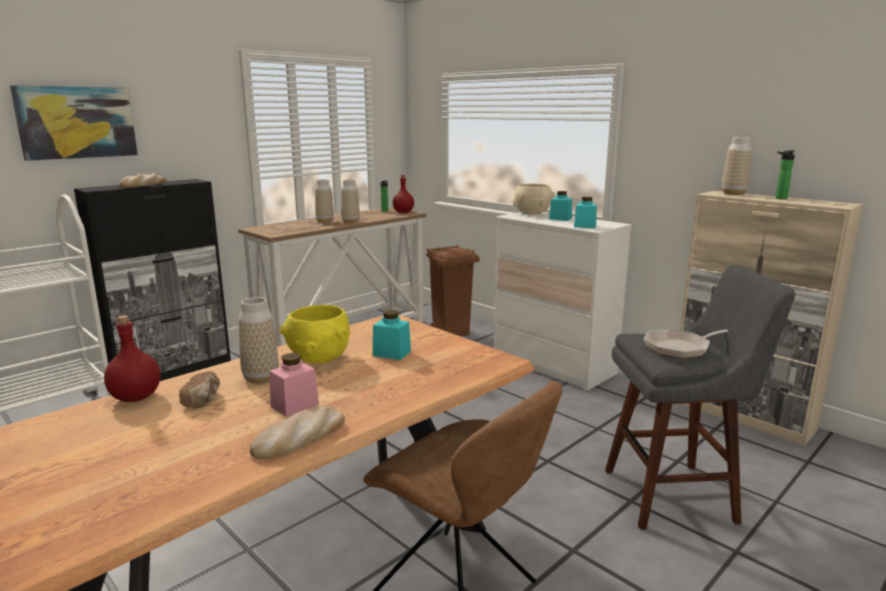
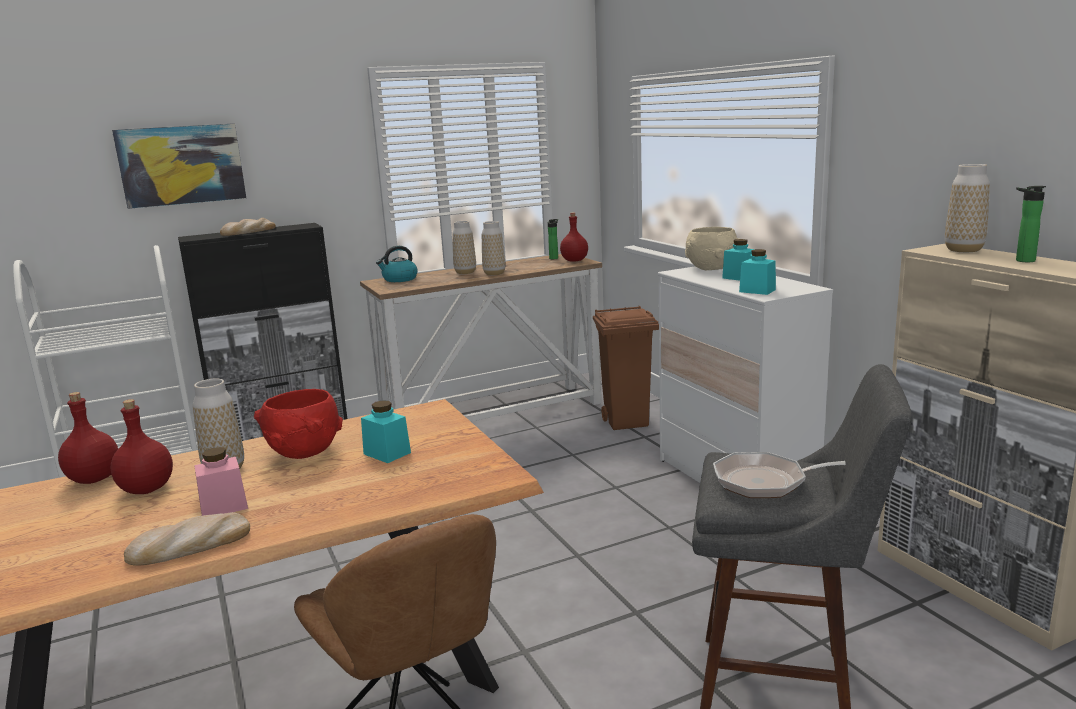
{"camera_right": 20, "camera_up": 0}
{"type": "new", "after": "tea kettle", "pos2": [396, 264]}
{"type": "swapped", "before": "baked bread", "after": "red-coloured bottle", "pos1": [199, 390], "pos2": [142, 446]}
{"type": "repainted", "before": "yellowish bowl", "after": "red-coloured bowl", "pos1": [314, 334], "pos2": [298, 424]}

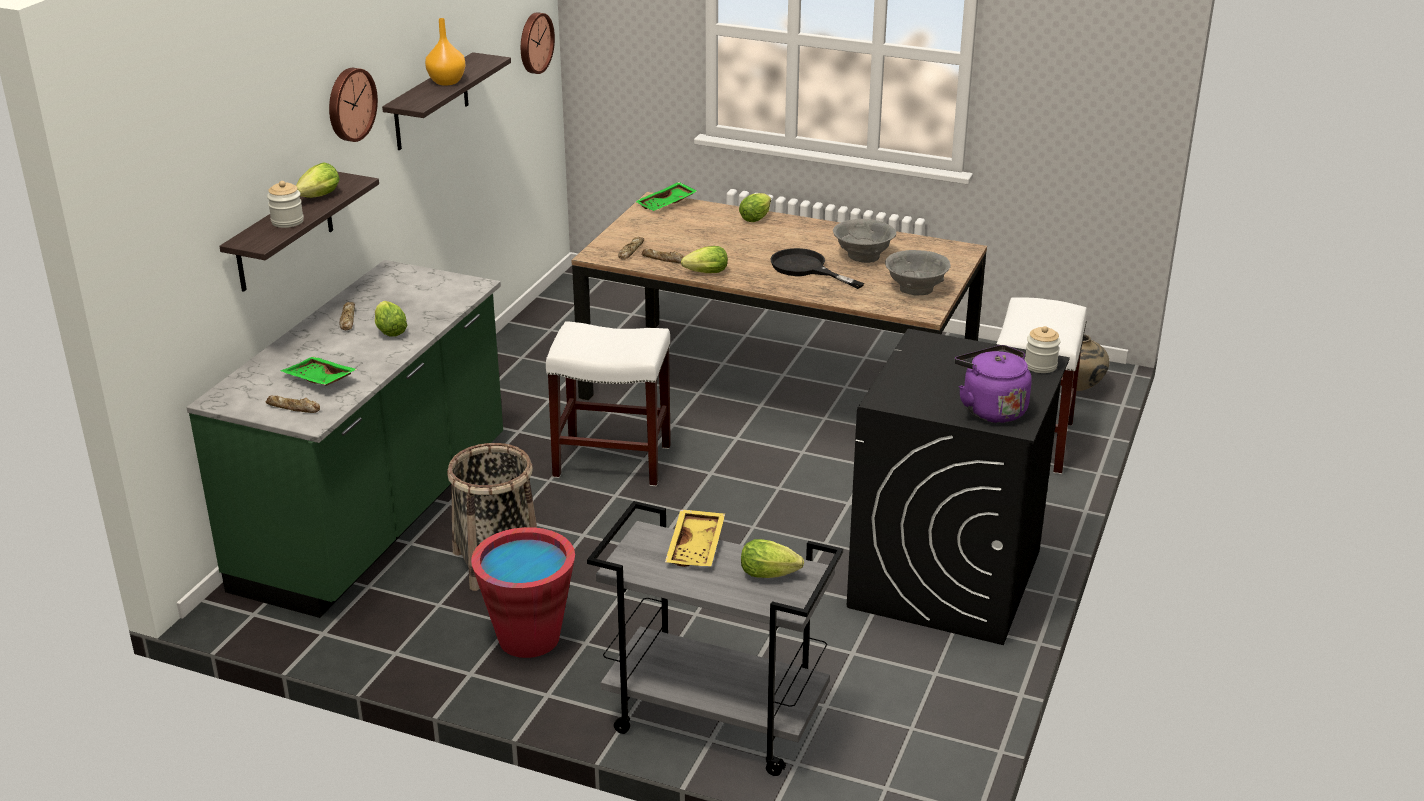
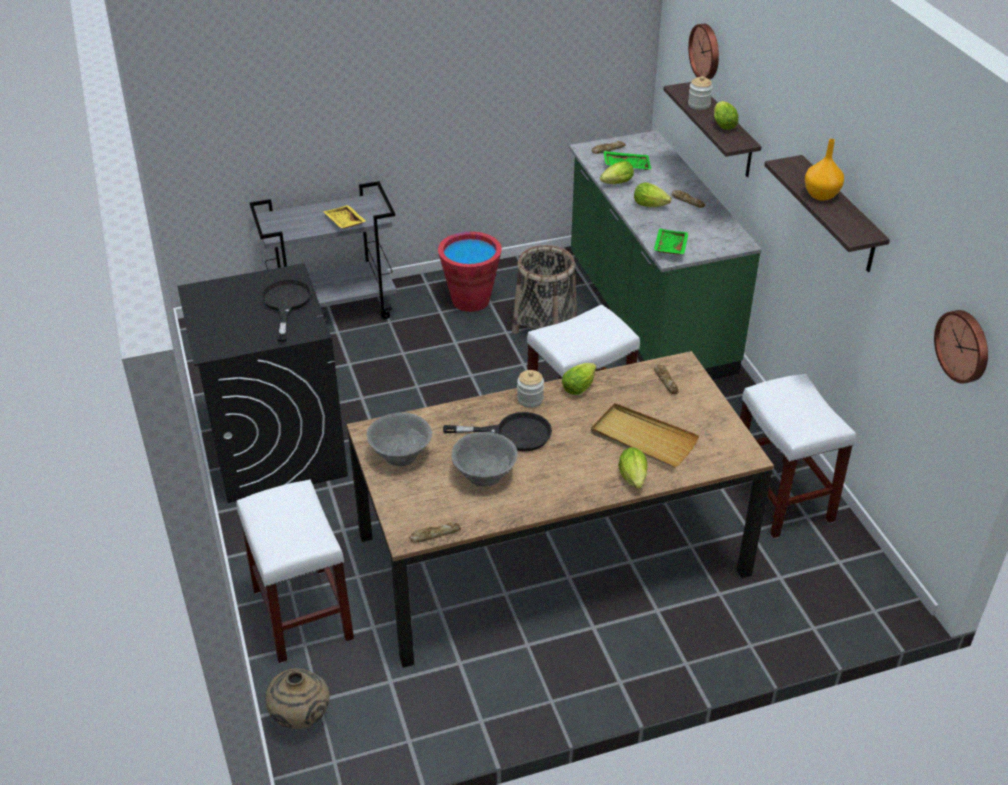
{"camera_right": 140, "camera_up": 10}
{"type": "gone", "before": "purple-coloured tea kettle", "pos1": [993, 384]}
{"type": "new", "after": "blackish frying pan", "pos2": [286, 310]}
{"type": "new", "after": "beige-coloured serving tray", "pos2": [645, 435]}
{"type": "new", "after": "whitish stool", "pos2": [798, 456]}
{"type": "shifted", "before": "wall clock", "pos1": [353, 105], "pos2": [703, 51]}
{"type": "shifted", "before": "greenish serving tray", "pos1": [666, 196], "pos2": [671, 241]}
{"type": "shifted", "before": "baked bread", "pos1": [663, 256], "pos2": [435, 533]}
{"type": "shifted", "before": "lettuce", "pos1": [772, 558], "pos2": [617, 172]}
{"type": "shifted", "before": "storage jar", "pos1": [1042, 349], "pos2": [530, 389]}

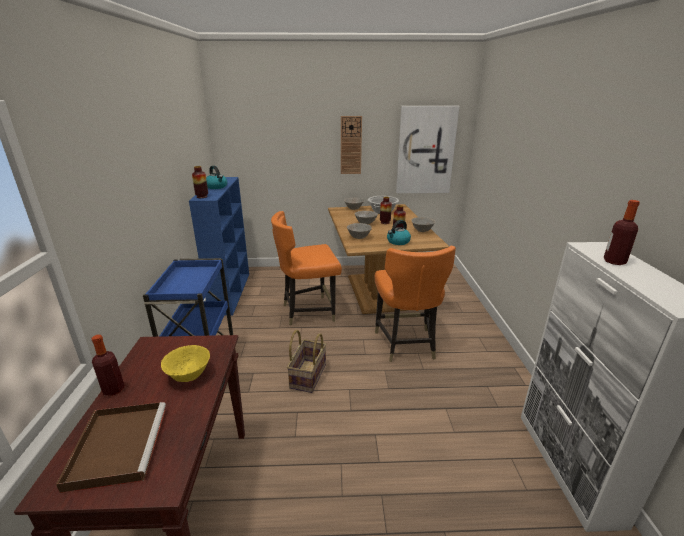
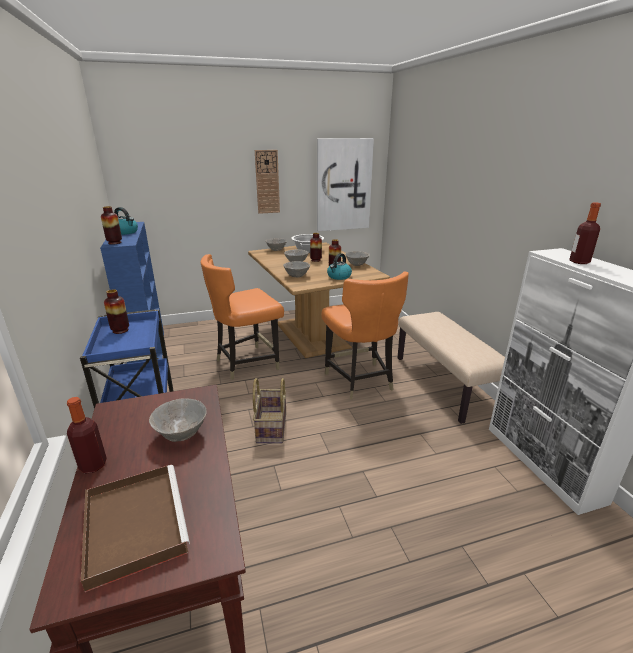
{"camera_right": -15, "camera_up": 0}
{"type": "new", "after": "decorative vase", "pos2": [116, 311]}
{"type": "new", "after": "beige-coloured bench", "pos2": [451, 368]}
{"type": "repainted", "before": "yellowish bowl", "after": "gray bowl", "pos1": [185, 363], "pos2": [178, 420]}

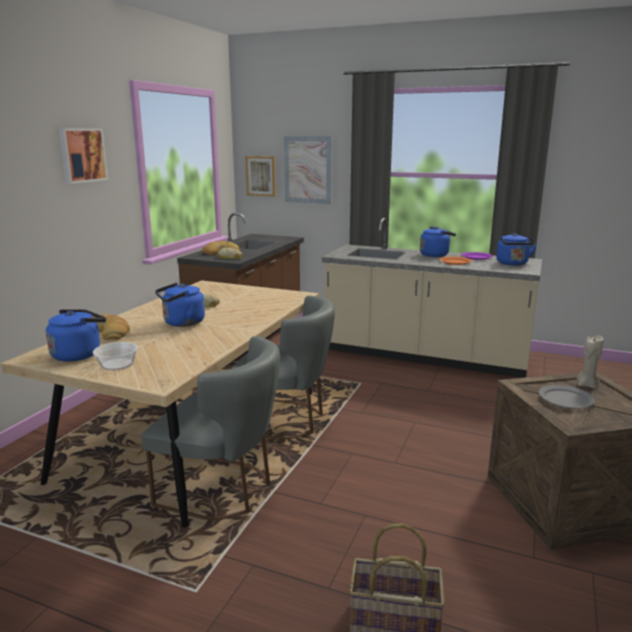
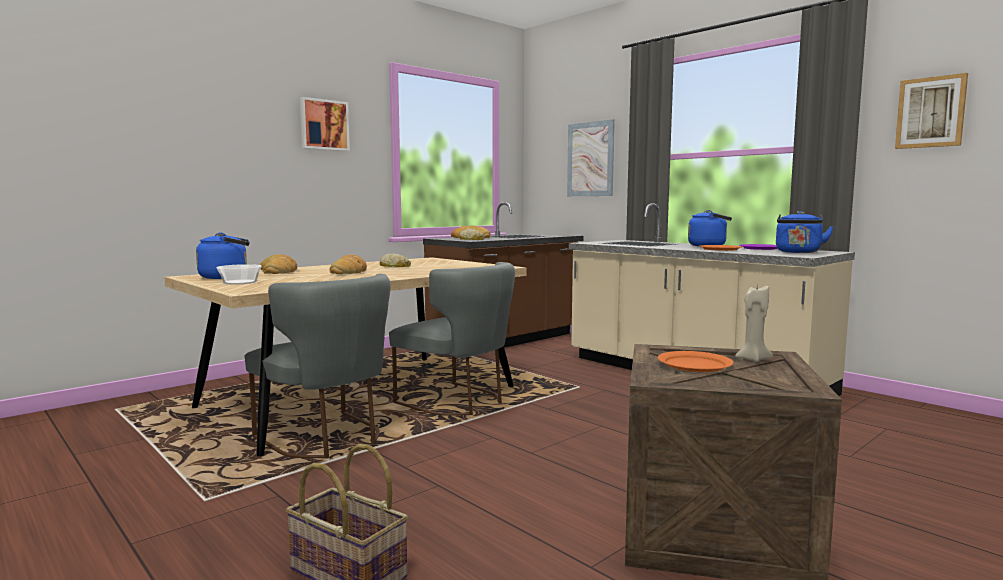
{"camera_right": 25, "camera_up": -10}
{"type": "shifted", "before": "picture", "pos1": [260, 176], "pos2": [931, 111]}
{"type": "swapped", "before": "blue-coloured tea kettle", "after": "baked bread", "pos1": [180, 305], "pos2": [348, 264]}
{"type": "repainted", "before": "gray flat dish", "after": "orange flat dish", "pos1": [567, 397], "pos2": [695, 361]}

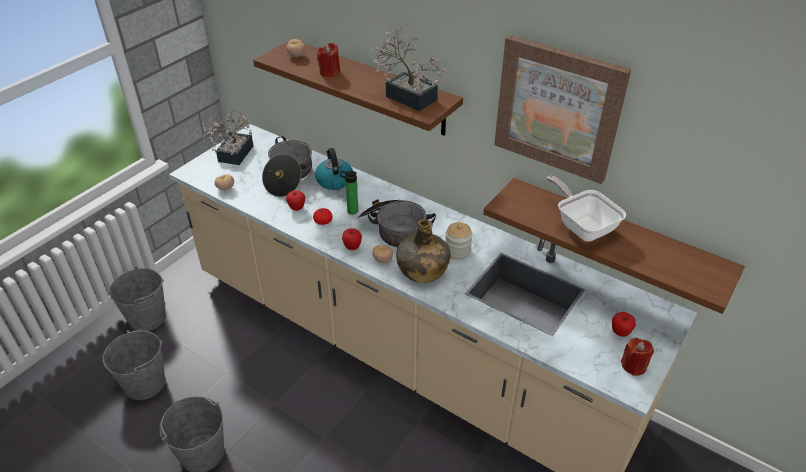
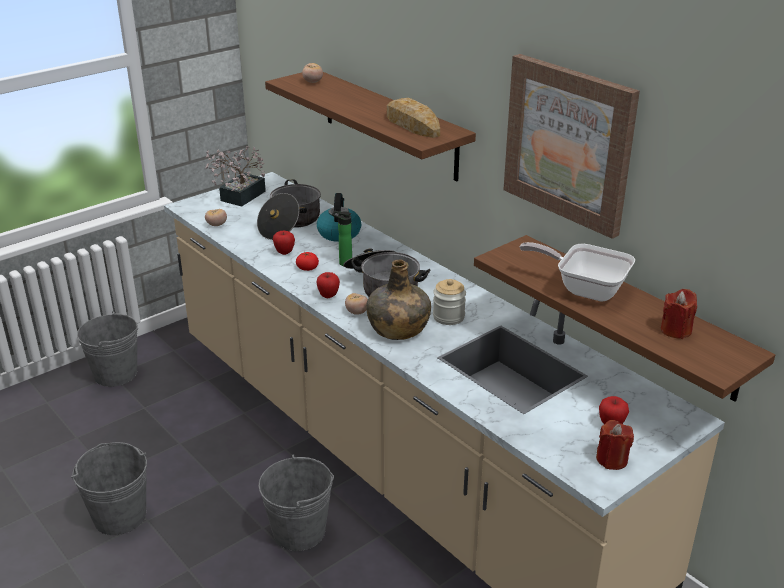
{"camera_right": 15, "camera_up": -10}
{"type": "shifted", "before": "gray bucket", "pos1": [134, 365], "pos2": [296, 502]}
{"type": "shifted", "before": "red-coloured candle", "pos1": [328, 60], "pos2": [679, 314]}
{"type": "swapped", "before": "potted plant", "after": "baked bread", "pos1": [409, 69], "pos2": [413, 118]}
{"type": "rotated", "before": "frying pan", "pos1": [586, 209], "pos2": [577, 271], "turn": -45}

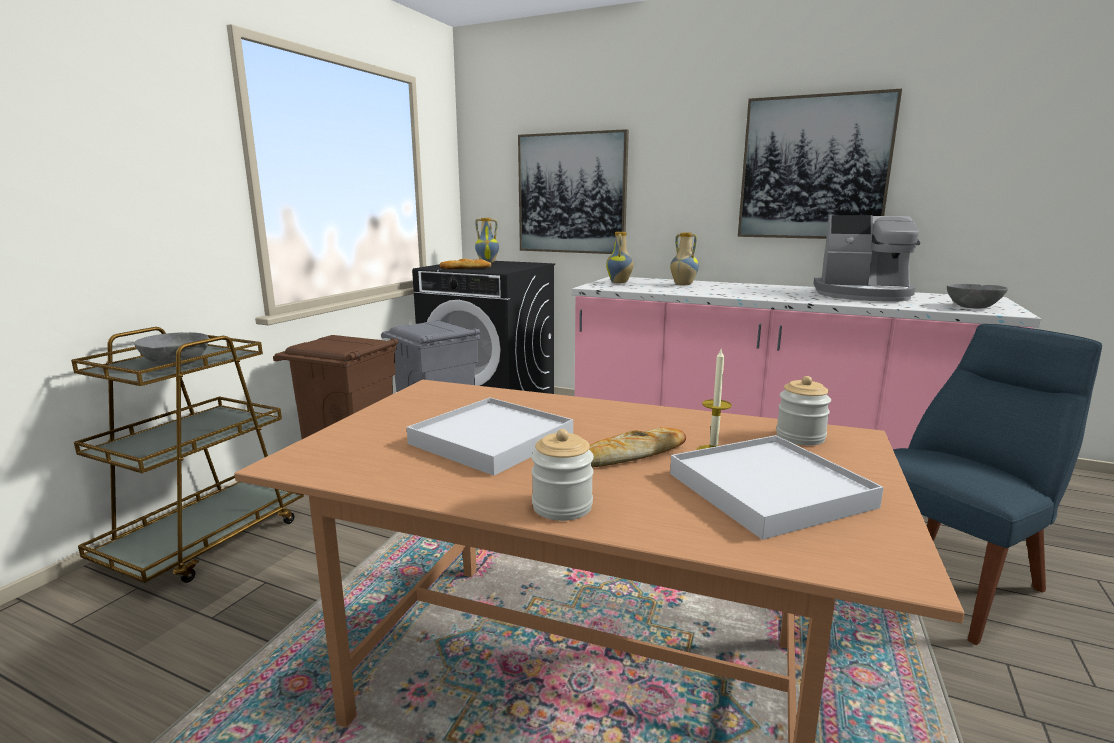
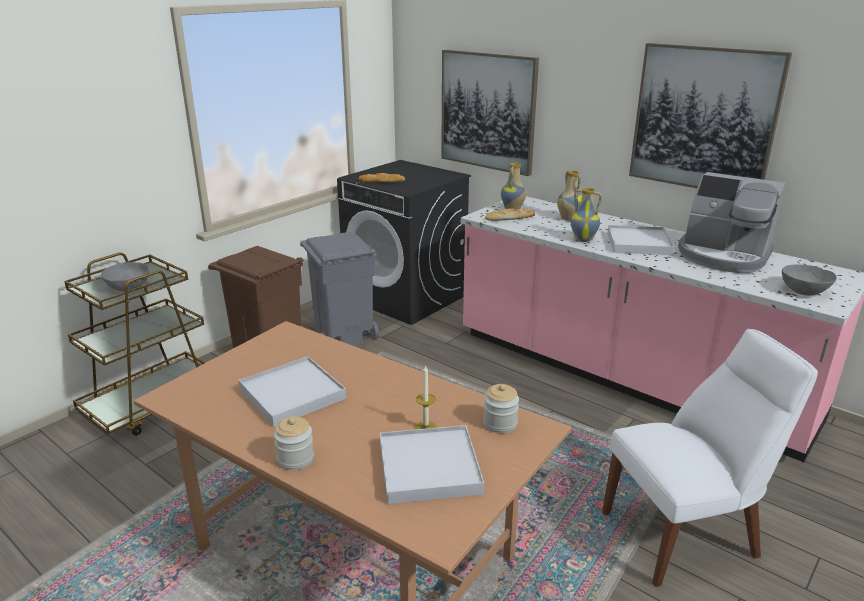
{"camera_right": 15, "camera_up": 10}
{"type": "new", "after": "whitish serving tray", "pos2": [640, 240]}
{"type": "shifted", "before": "decorative vase", "pos1": [487, 240], "pos2": [586, 215]}
{"type": "shifted", "before": "baked bread", "pos1": [637, 447], "pos2": [510, 214]}
{"type": "repainted", "before": "blue-coloured plain chair", "after": "whitish plain chair", "pos1": [997, 484], "pos2": [710, 458]}

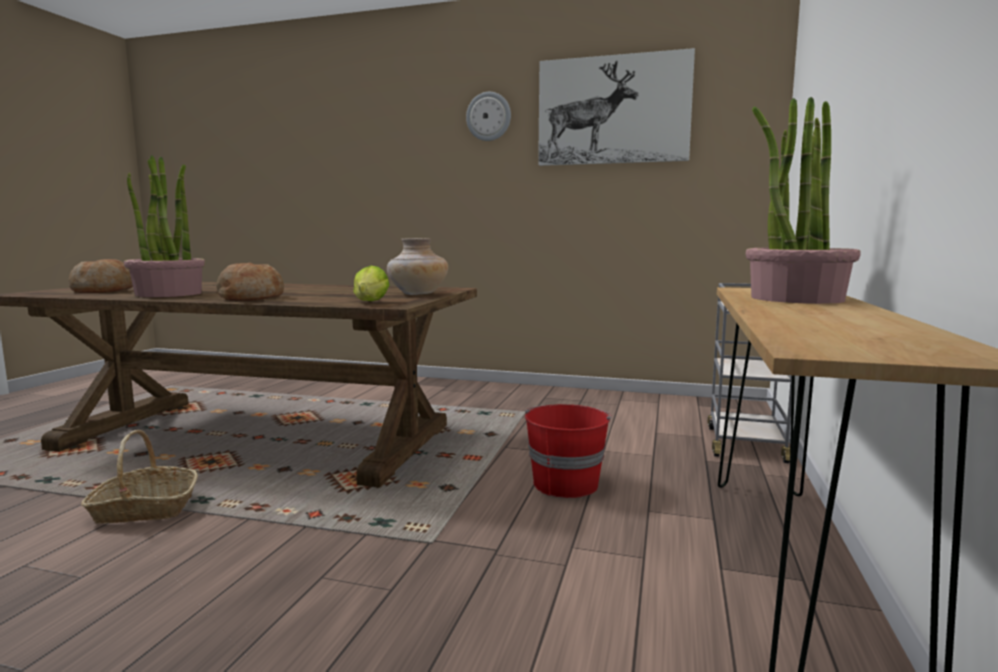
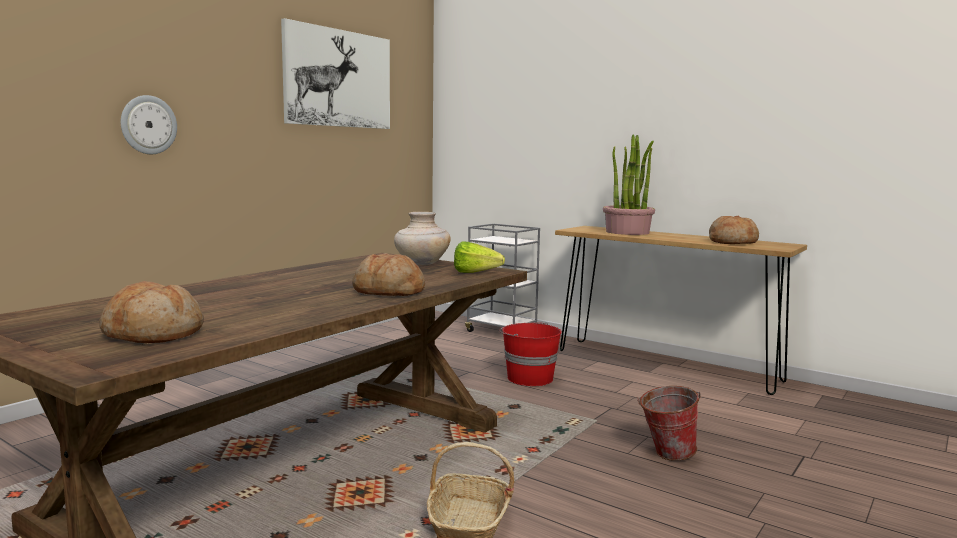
{"camera_right": -70, "camera_up": 0}
{"type": "gone", "before": "potted plant", "pos1": [164, 226]}
{"type": "new", "after": "bucket", "pos2": [669, 423]}
{"type": "new", "after": "baked bread", "pos2": [734, 230]}
{"type": "shifted", "before": "wall clock", "pos1": [488, 116], "pos2": [149, 124]}

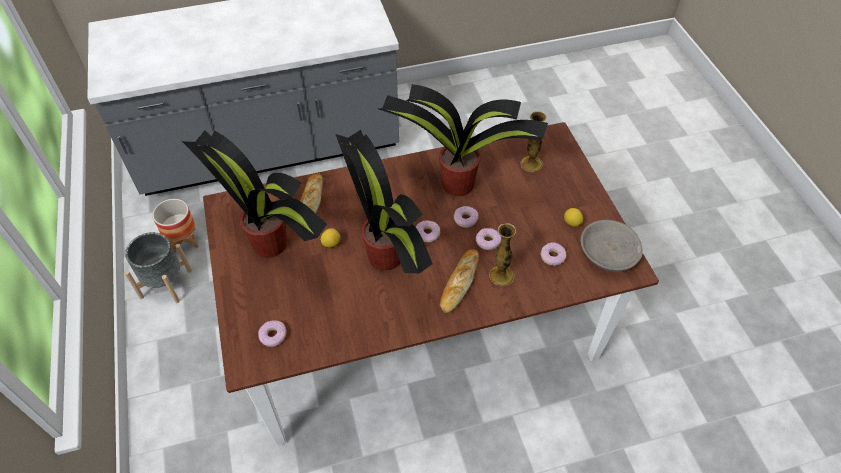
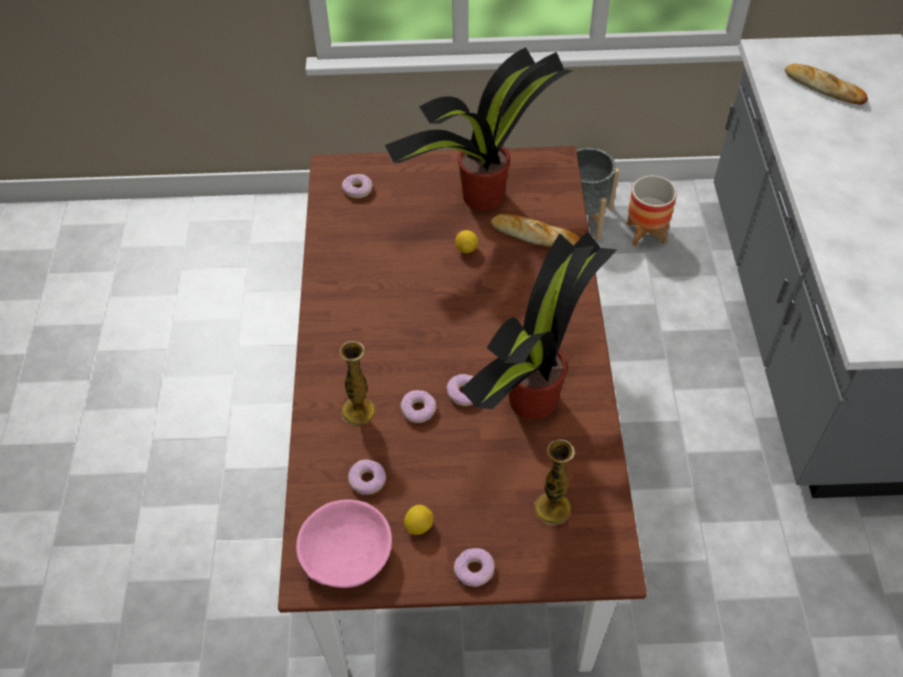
{"camera_right": 105, "camera_up": 0}
{"type": "gone", "before": "potted plant", "pos1": [384, 202]}
{"type": "shifted", "before": "doughnut", "pos1": [428, 231], "pos2": [474, 567]}
{"type": "shifted", "before": "baked bread", "pos1": [459, 281], "pos2": [826, 84]}
{"type": "repainted", "before": "gray bowl", "after": "pink-coloured bowl", "pos1": [611, 246], "pos2": [344, 543]}

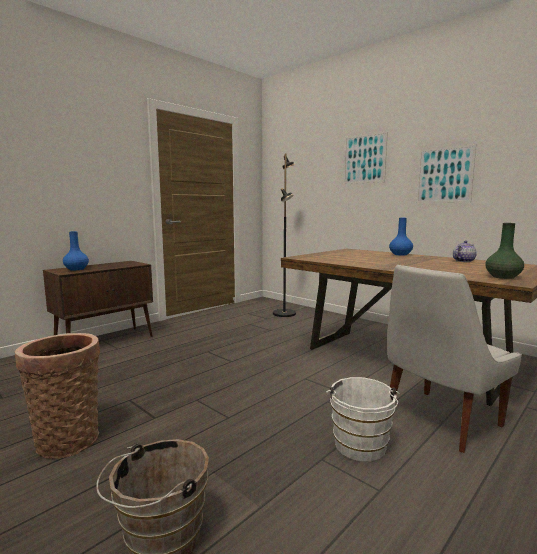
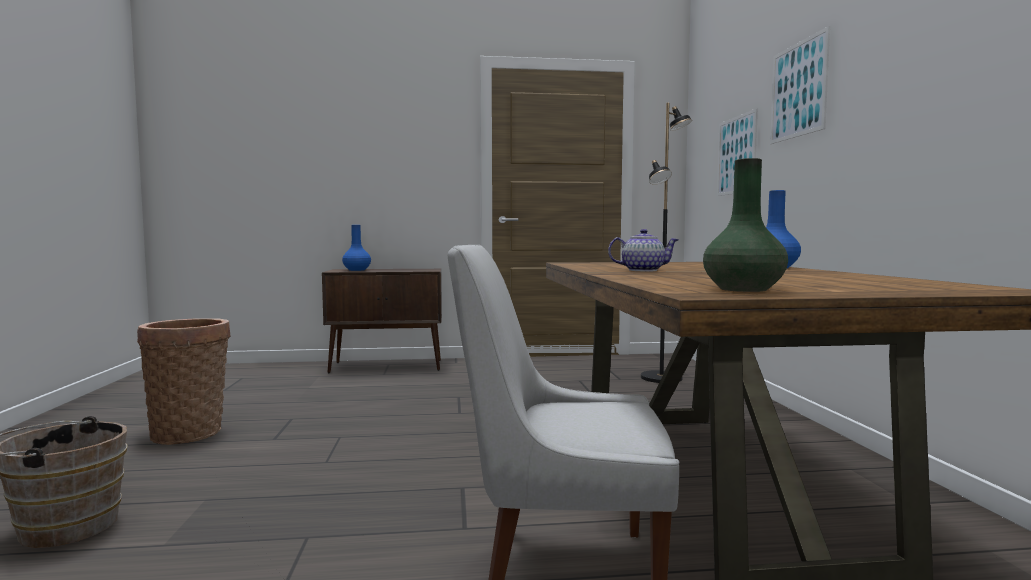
{"camera_right": 40, "camera_up": -5}
{"type": "gone", "before": "whitish bucket", "pos1": [363, 419]}
{"type": "shifted", "before": "picture", "pos1": [446, 173], "pos2": [737, 152]}
{"type": "shifted", "before": "teapot", "pos1": [465, 251], "pos2": [643, 250]}

